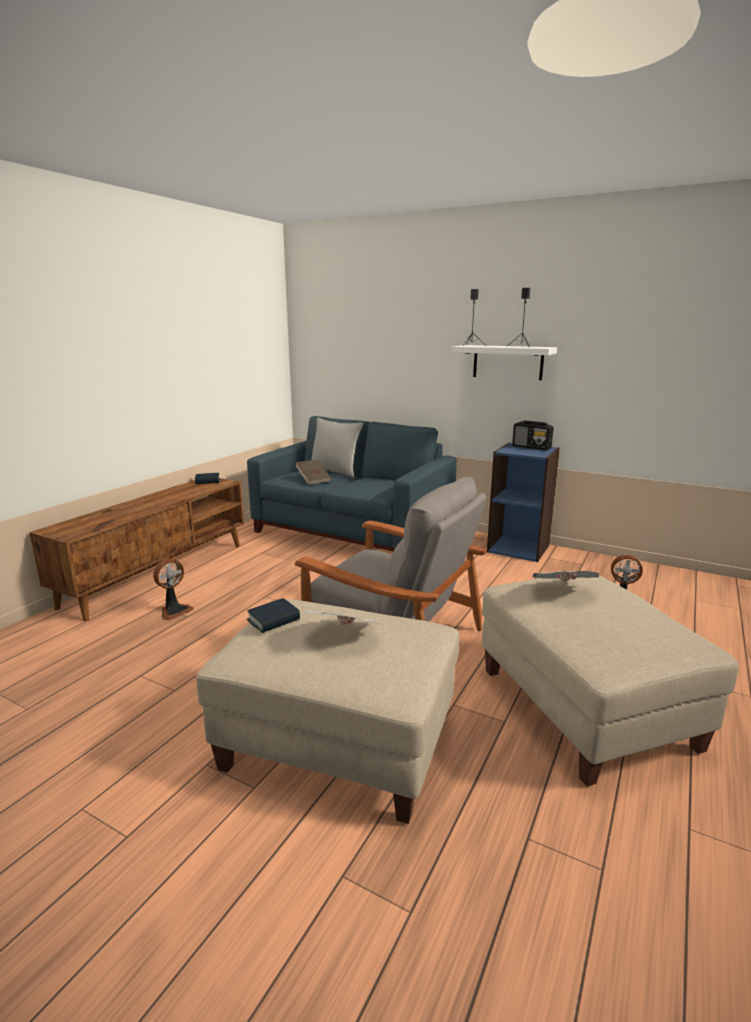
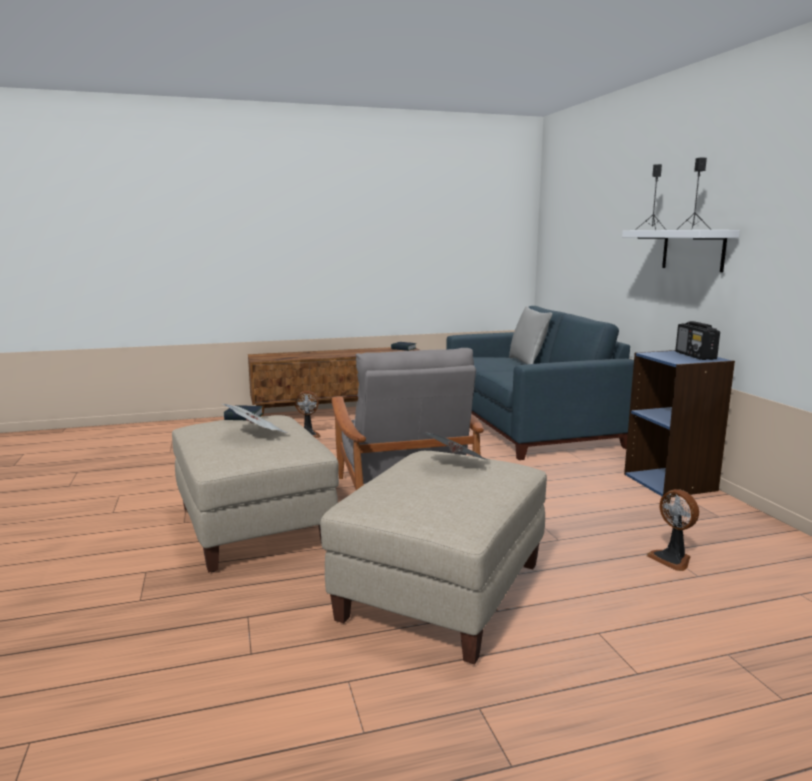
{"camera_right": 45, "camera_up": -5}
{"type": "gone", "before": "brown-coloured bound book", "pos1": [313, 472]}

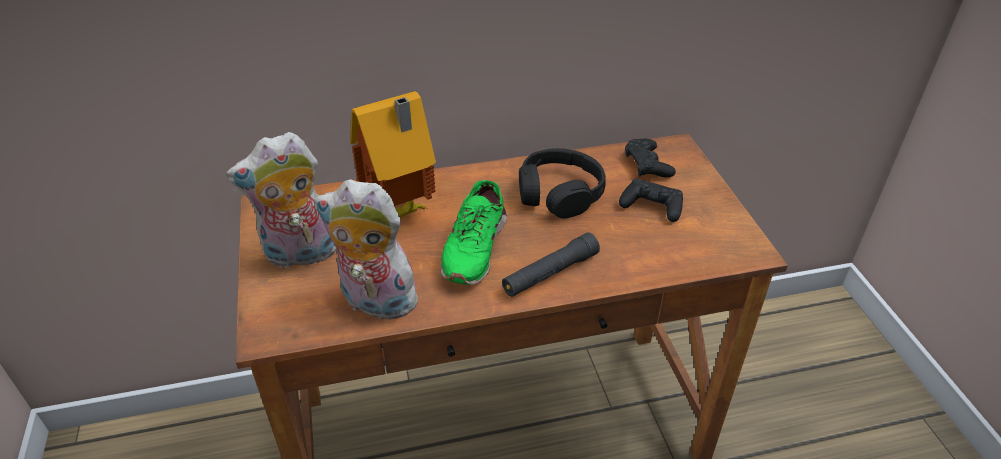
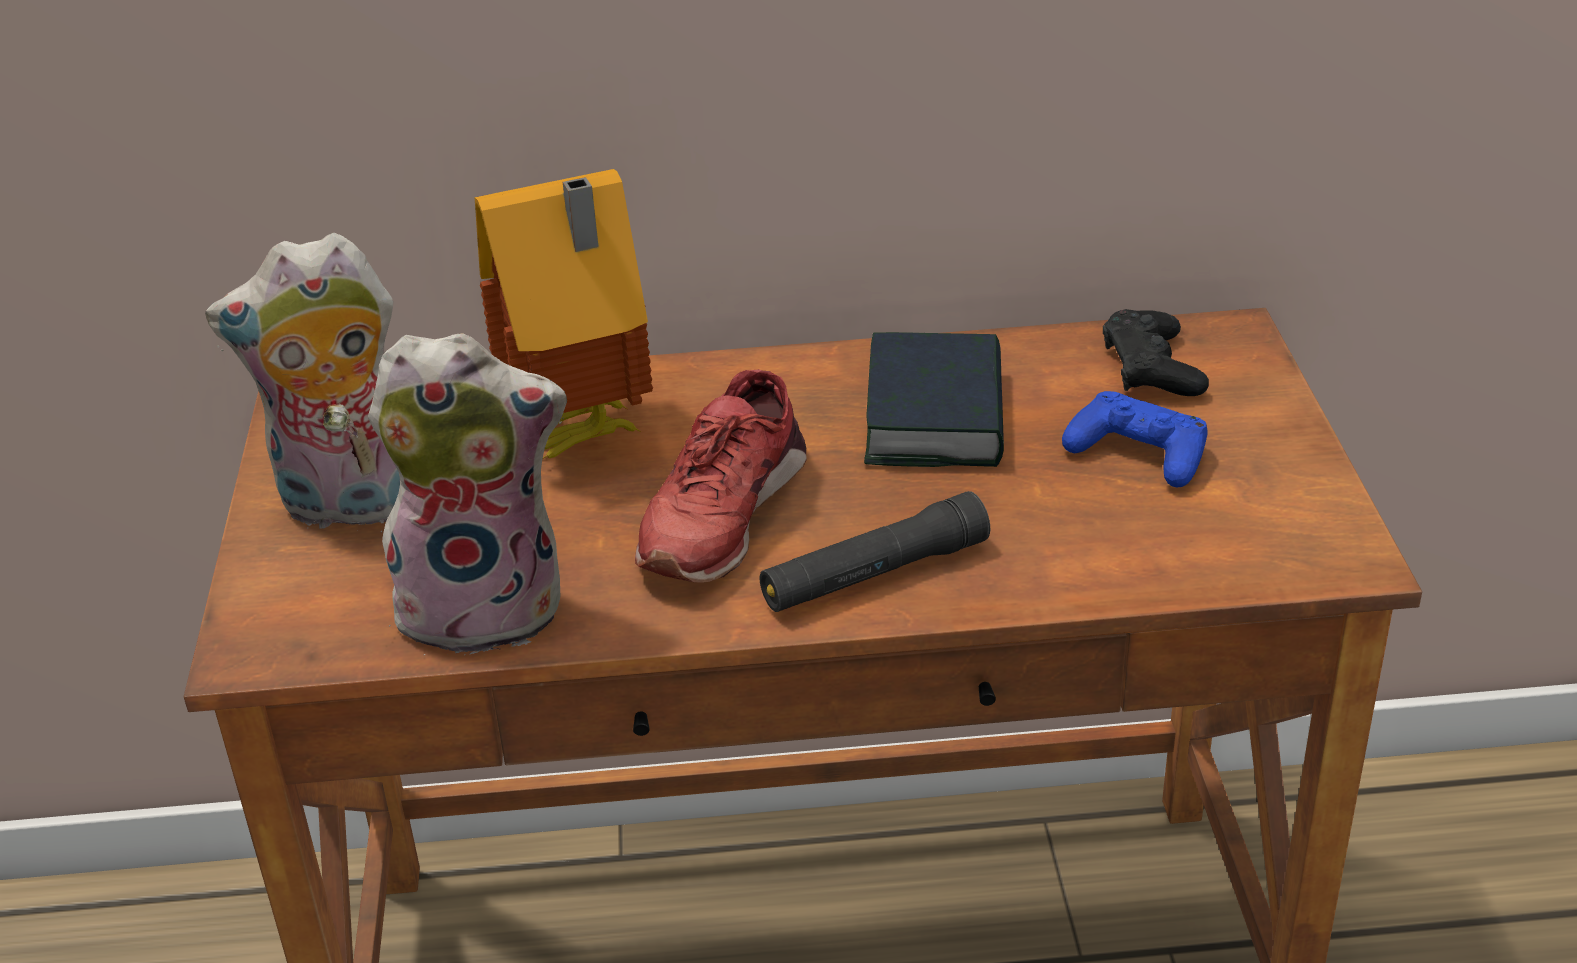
{"camera_right": 10, "camera_up": -5}
{"type": "swapped", "before": "blackish pair of headphones", "after": "bound book", "pos1": [562, 183], "pos2": [934, 399]}
{"type": "repainted", "before": "greenish shoe", "after": "red-coloured shoe", "pos1": [473, 232], "pos2": [721, 475]}
{"type": "repainted", "before": "blackish game controller", "after": "blue-coloured game controller", "pos1": [651, 200], "pos2": [1135, 439]}
{"type": "rotated", "before": "plush toy", "pos1": [369, 251], "pos2": [467, 494], "turn": 150}

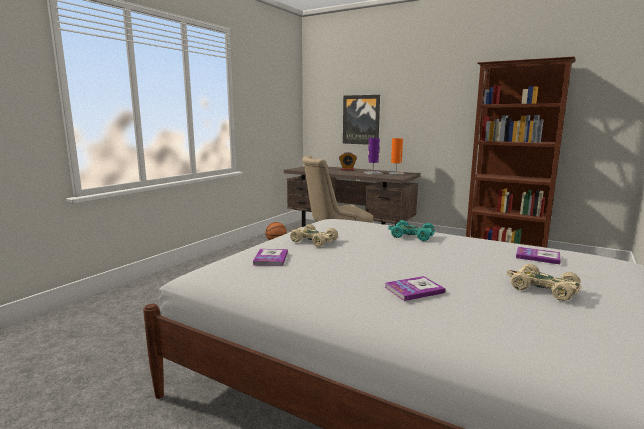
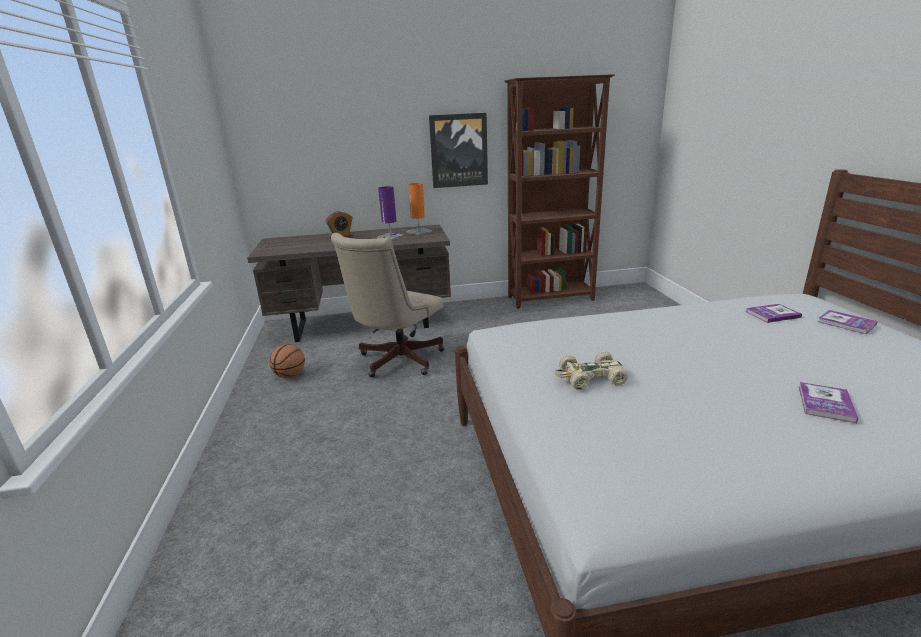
{"camera_right": -40, "camera_up": 10}
{"type": "gone", "before": "turquoise-coloured miniature car", "pos1": [411, 230]}
{"type": "gone", "before": "beige-coloured miniature car", "pos1": [543, 282]}
{"type": "shifted", "before": "bound book", "pos1": [270, 257], "pos2": [848, 322]}
{"type": "shifted", "before": "picture", "pos1": [361, 120], "pos2": [458, 150]}

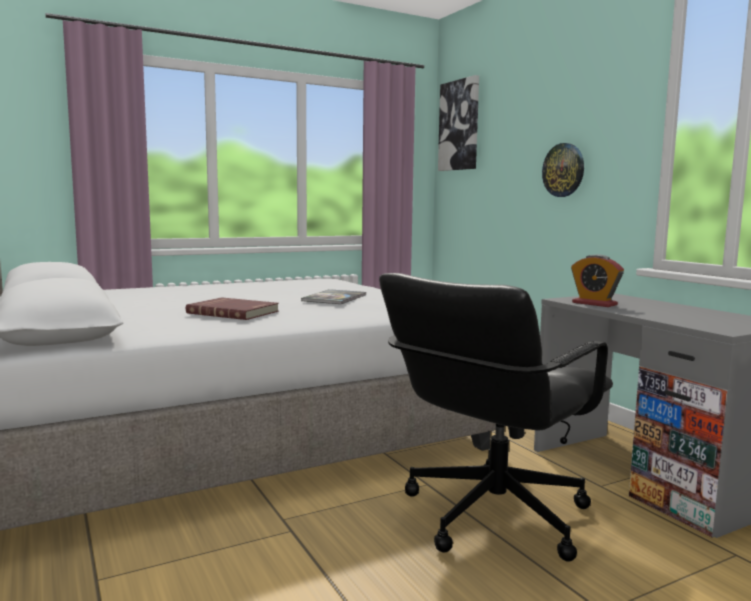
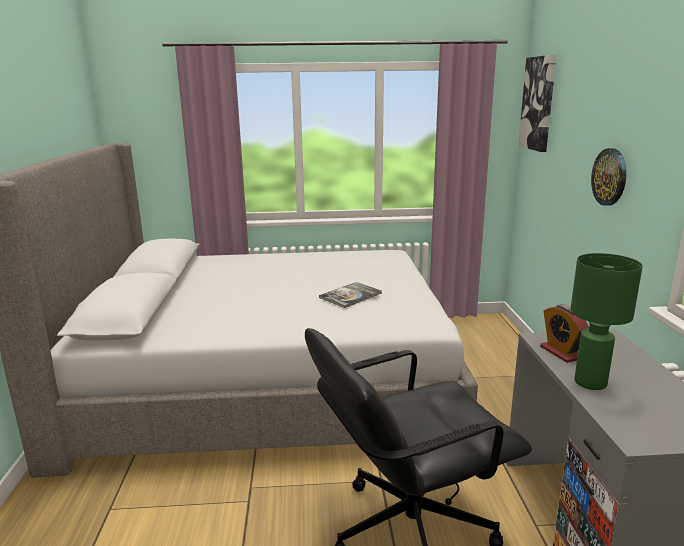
{"camera_right": 25, "camera_up": 10}
{"type": "gone", "before": "red-coloured bound book", "pos1": [232, 308]}
{"type": "new", "after": "greenish tabletop lamp", "pos2": [606, 321]}

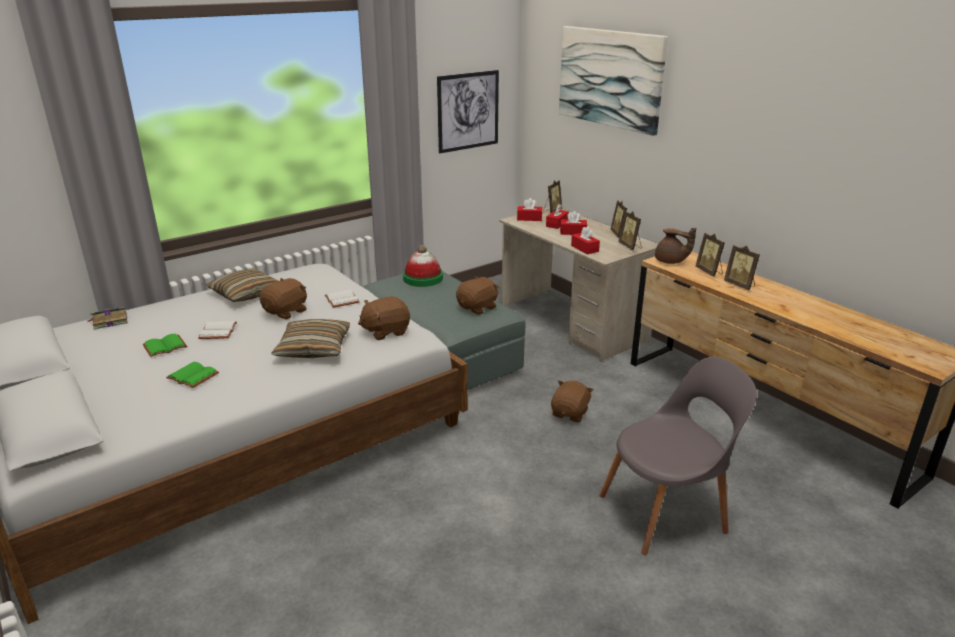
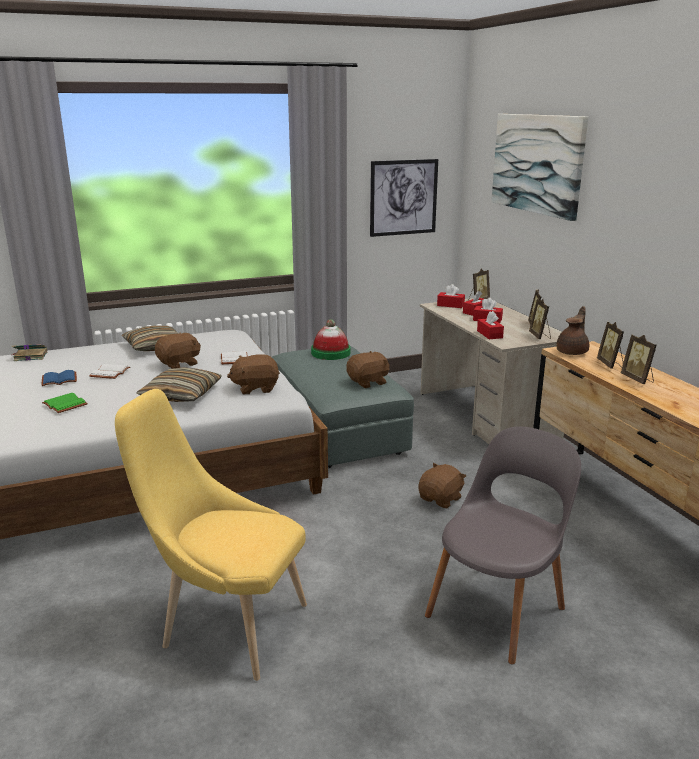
{"camera_right": 15, "camera_up": -5}
{"type": "new", "after": "yellowish plain chair", "pos2": [211, 535]}
{"type": "repainted", "before": "greenish bound book", "after": "blue-coloured bound book", "pos1": [165, 345], "pos2": [59, 378]}
{"type": "rotated", "before": "gray plain chair", "pos1": [678, 455], "pos2": [503, 546], "turn": -45}
{"type": "rotated", "before": "brown-coloured teapot", "pos1": [675, 246], "pos2": [572, 330], "turn": -105}

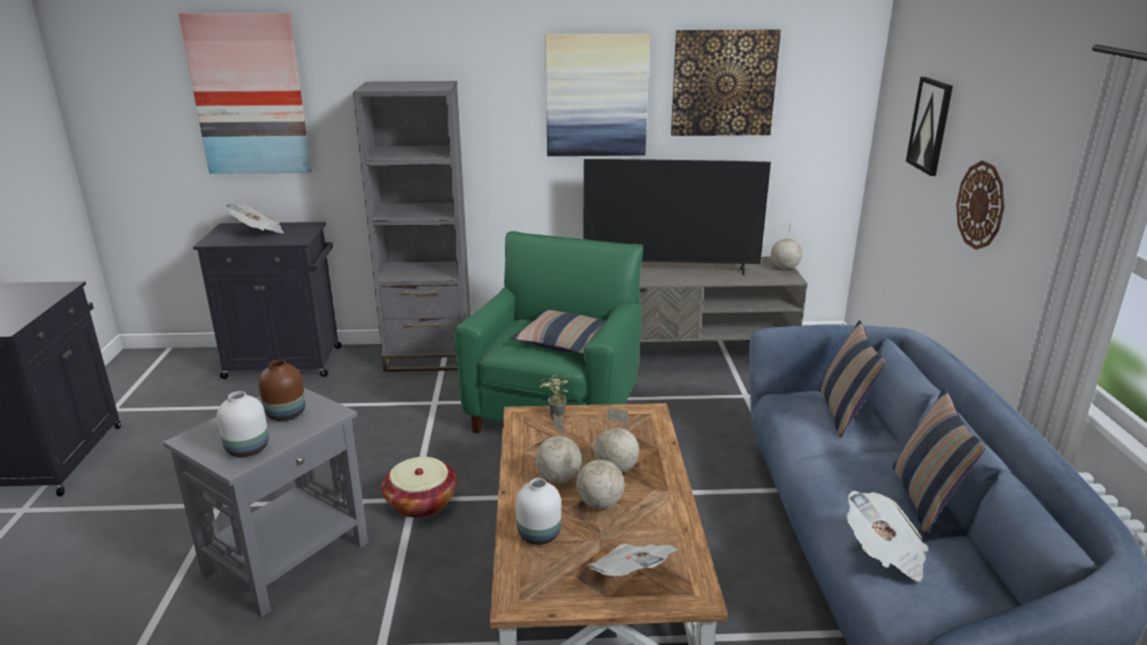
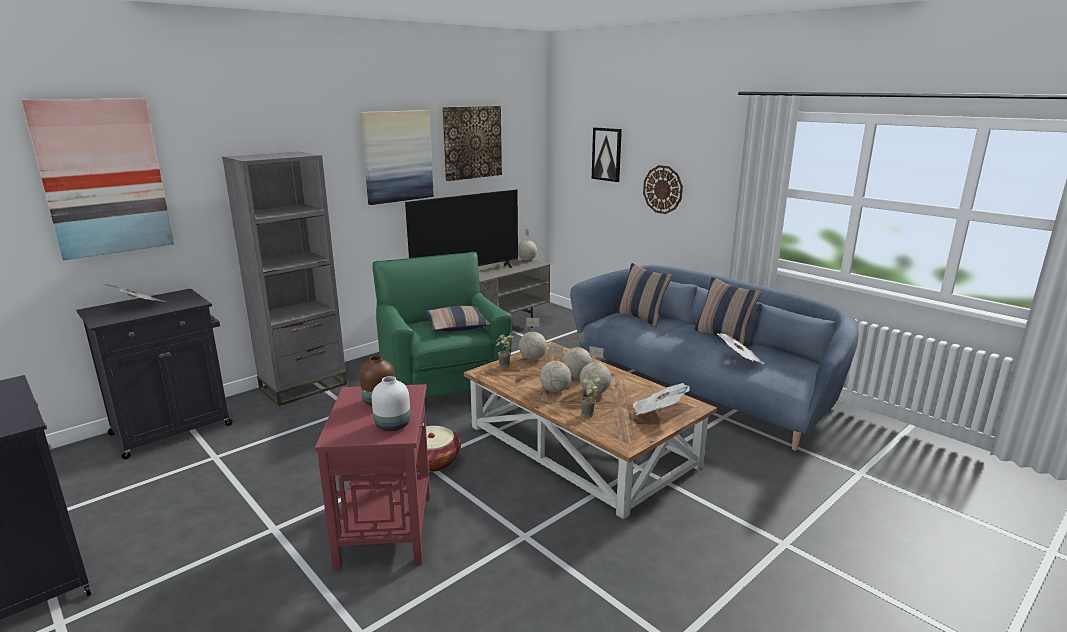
{"camera_right": -40, "camera_up": -5}
{"type": "new", "after": "globe", "pos2": [533, 339]}
{"type": "swapped", "before": "whitish decorative vase", "after": "potted plant", "pos1": [538, 511], "pos2": [590, 394]}
{"type": "repainted", "before": "gray side table", "after": "red-coloured side table", "pos1": [265, 503], "pos2": [372, 476]}

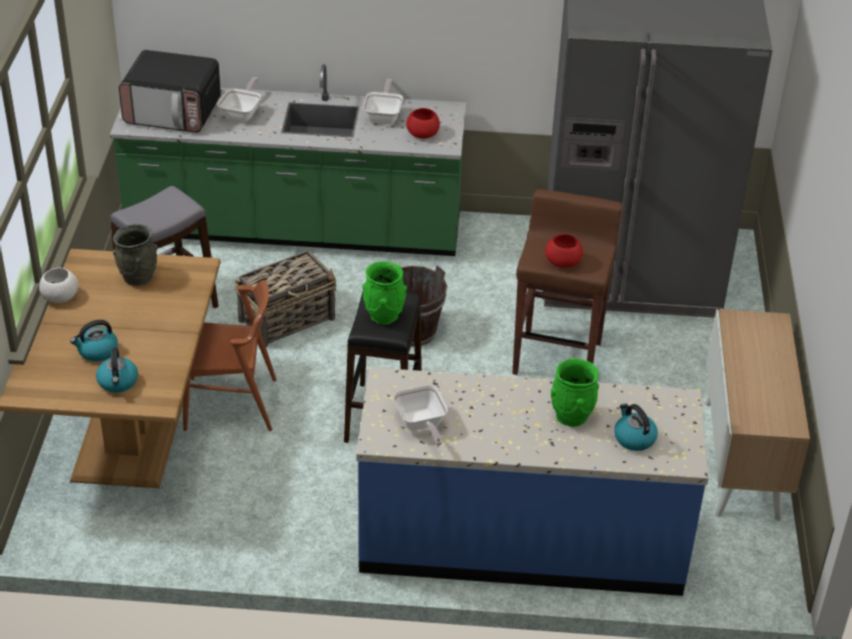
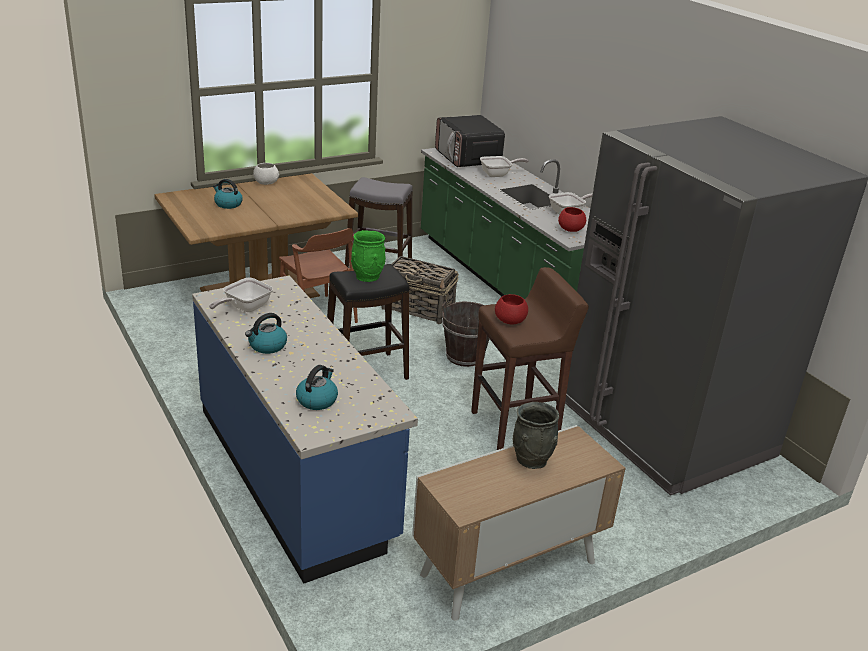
{"camera_right": 55, "camera_up": -10}
{"type": "gone", "before": "greenish decorative vase", "pos1": [575, 392]}
{"type": "shifted", "before": "tea kettle", "pos1": [117, 370], "pos2": [266, 333]}
{"type": "shifted", "before": "gray decorative vase", "pos1": [135, 255], "pos2": [535, 435]}

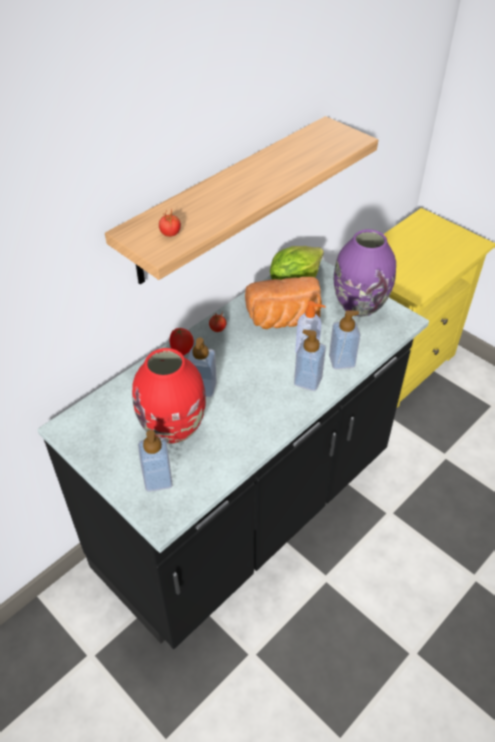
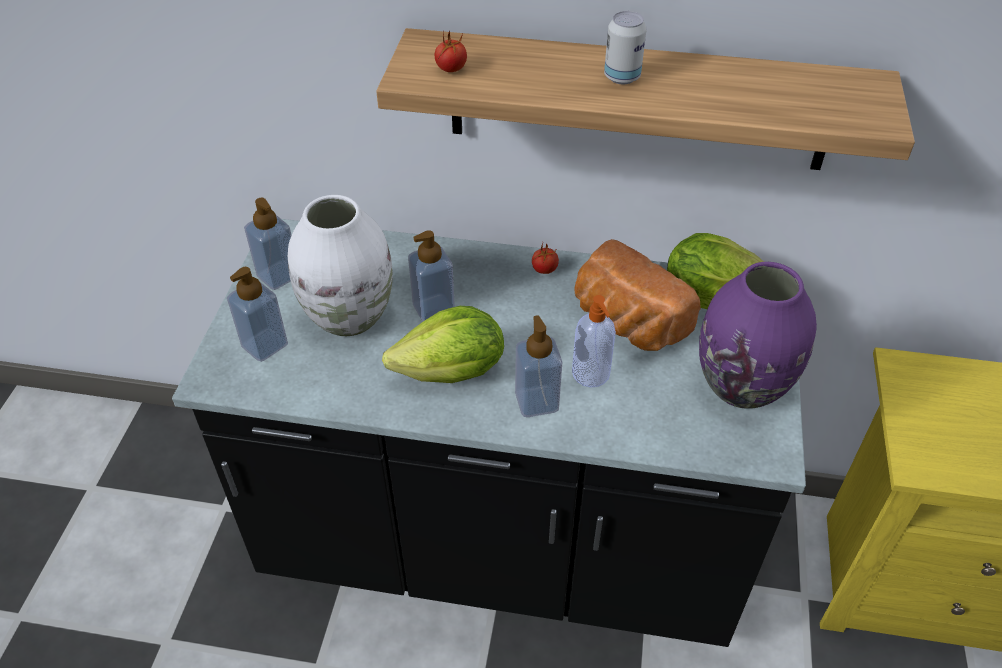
{"camera_right": 55, "camera_up": 0}
{"type": "gone", "before": "whole tomato", "pos1": [182, 342]}
{"type": "new", "after": "lettuce", "pos2": [443, 344]}
{"type": "new", "after": "sealed can", "pos2": [625, 47]}
{"type": "shifted", "before": "soap dispenser", "pos1": [344, 339], "pos2": [268, 244]}
{"type": "repainted", "before": "red-coloured decorative vase", "after": "whitish decorative vase", "pos1": [169, 396], "pos2": [340, 265]}

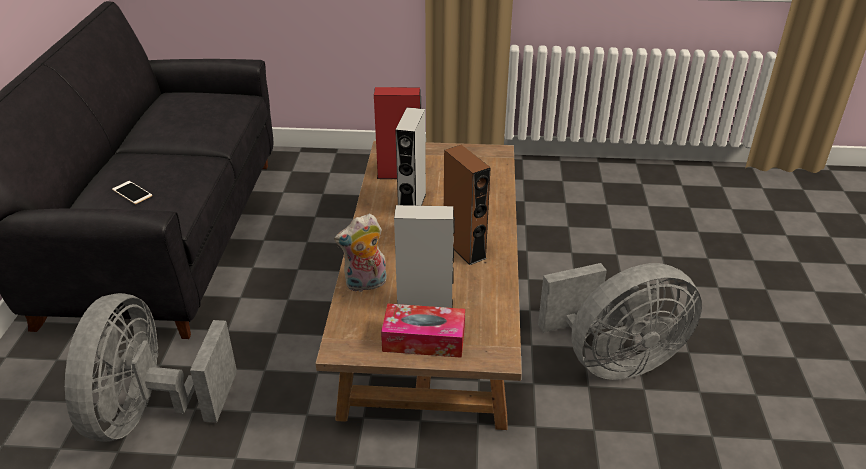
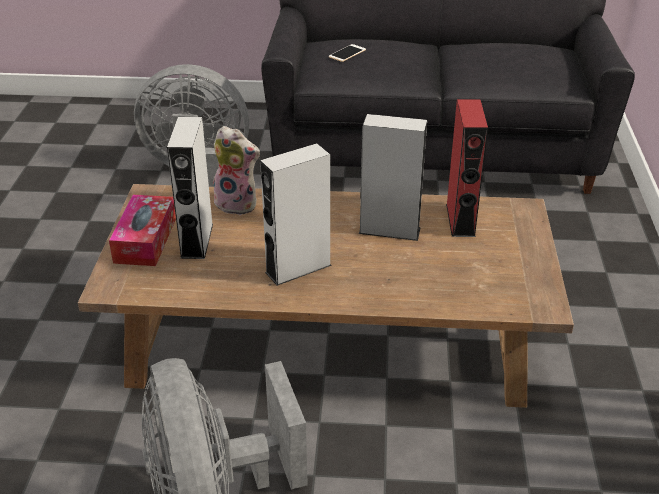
{"camera_right": 90, "camera_up": 0}
{"type": "repainted", "before": "brown-coloured speaker", "after": "gray speaker", "pos1": [467, 205], "pos2": [296, 214]}
{"type": "rotated", "before": "plush toy", "pos1": [360, 253], "pos2": [236, 170], "turn": 135}

